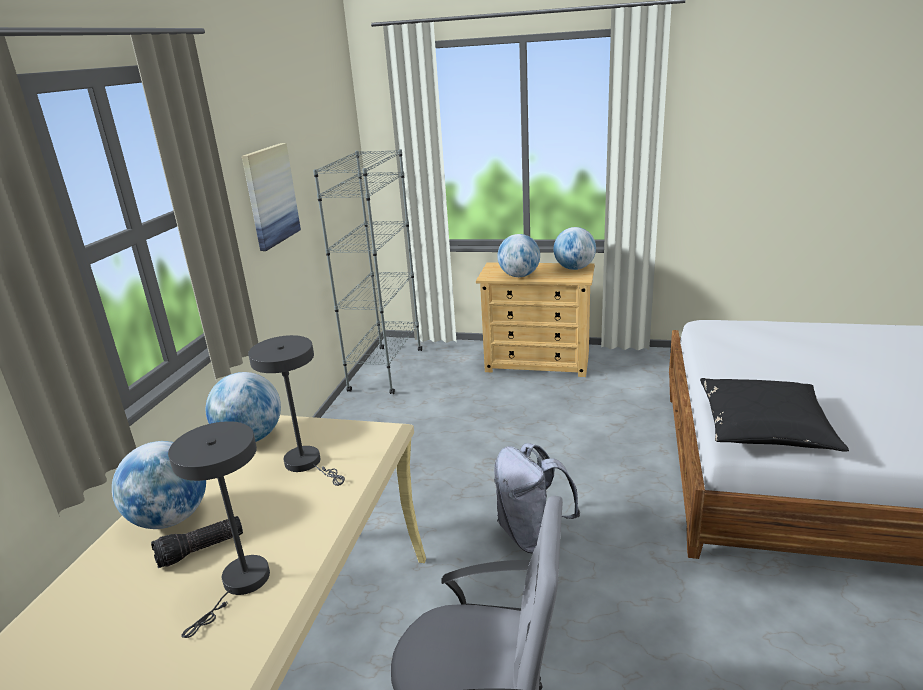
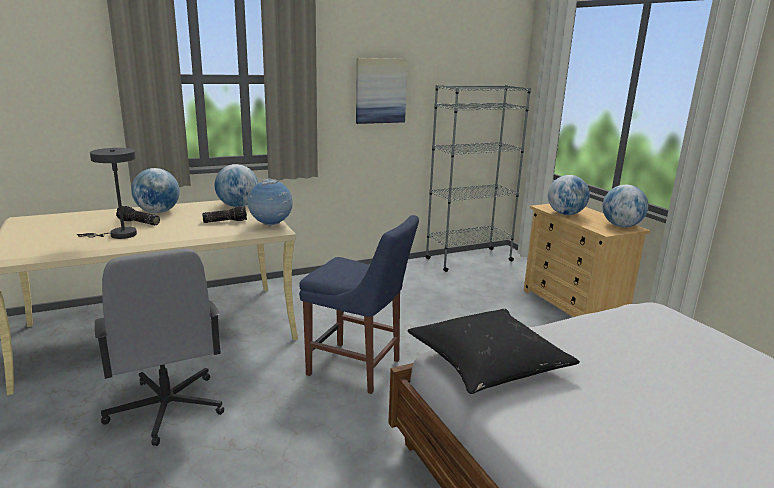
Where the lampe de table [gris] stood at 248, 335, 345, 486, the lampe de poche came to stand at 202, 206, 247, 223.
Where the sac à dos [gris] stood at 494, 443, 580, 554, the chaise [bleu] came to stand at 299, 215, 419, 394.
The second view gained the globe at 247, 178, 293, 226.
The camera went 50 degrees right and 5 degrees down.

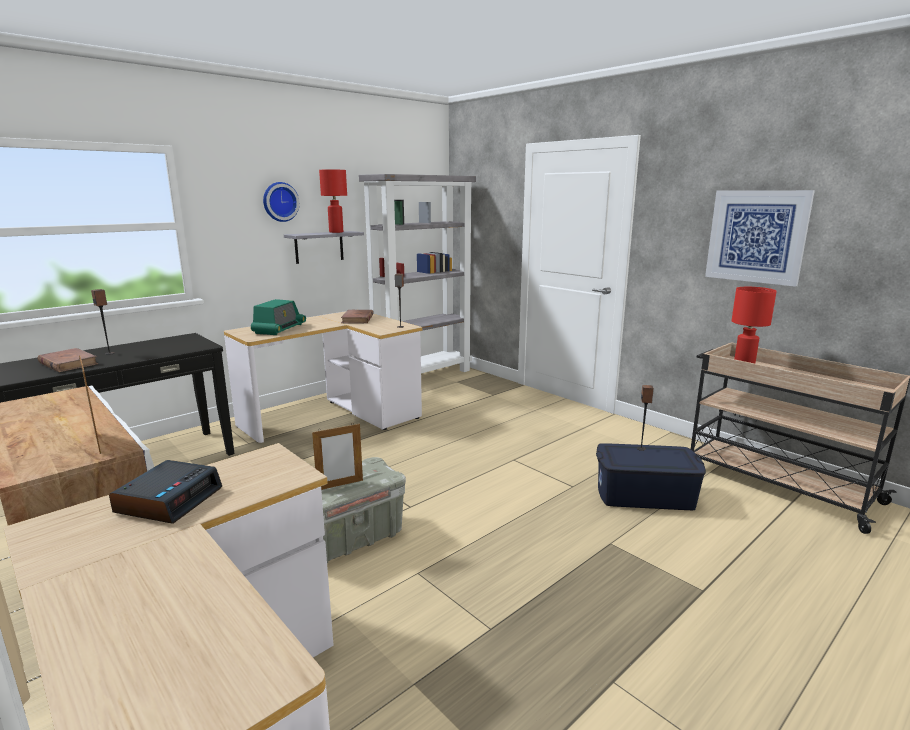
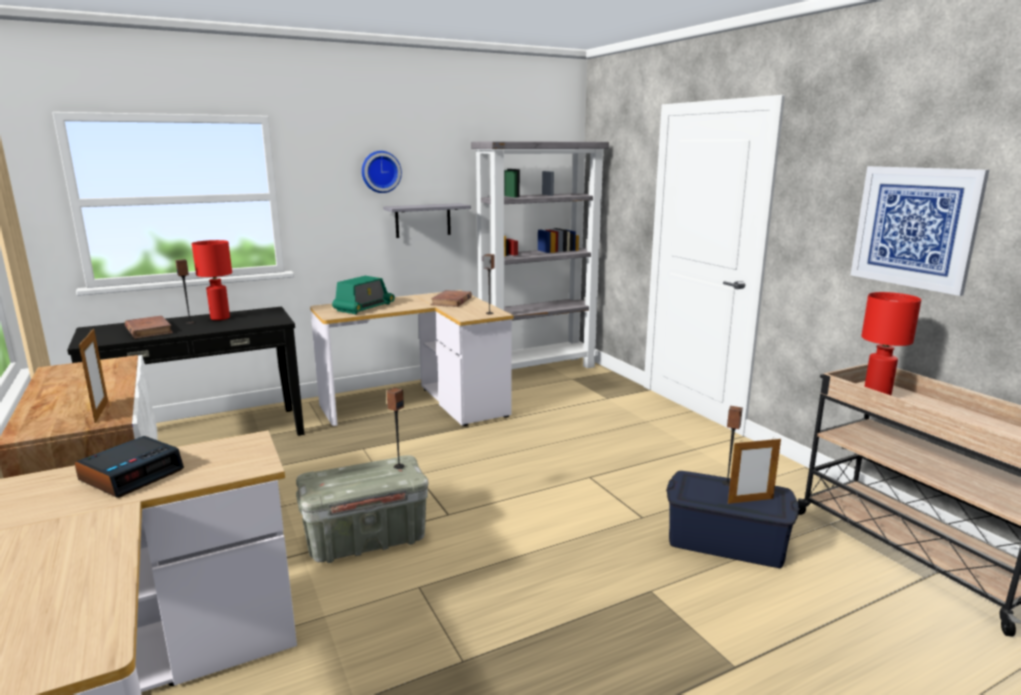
The cadre photo ended up elsewhere, having gone from 312, 424, 363, 490 to 728, 437, 781, 504.
The lampe de table [rouge] ended up elsewhere, having gone from 319, 169, 347, 233 to 192, 240, 232, 320.
The second view gained the enceinte at 387, 388, 404, 469.
The camera went 15 degrees right and 0 degrees up.

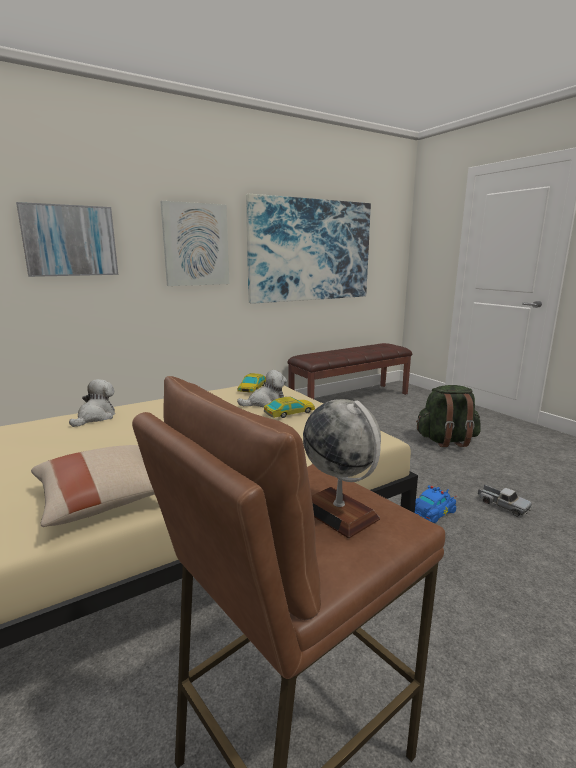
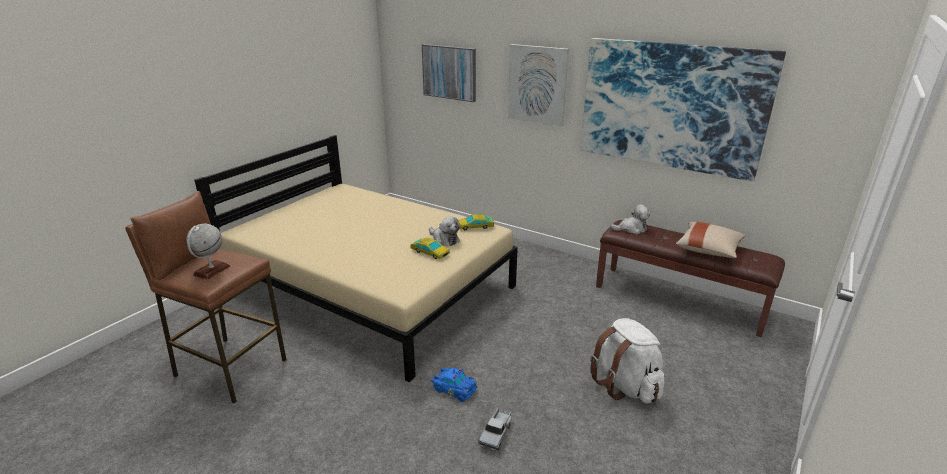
The coussin [beige] ended up elsewhere, having gone from 31, 445, 155, 527 to 676, 222, 745, 258.
The peluche ended up elsewhere, having gone from 69, 379, 115, 427 to 610, 204, 651, 234.
What was the sac à dos [vert] at 416, 385, 481, 447 turned into the sac à dos [blanc] at 590, 318, 665, 403.
The camera went 65 degrees right and 10 degrees up.

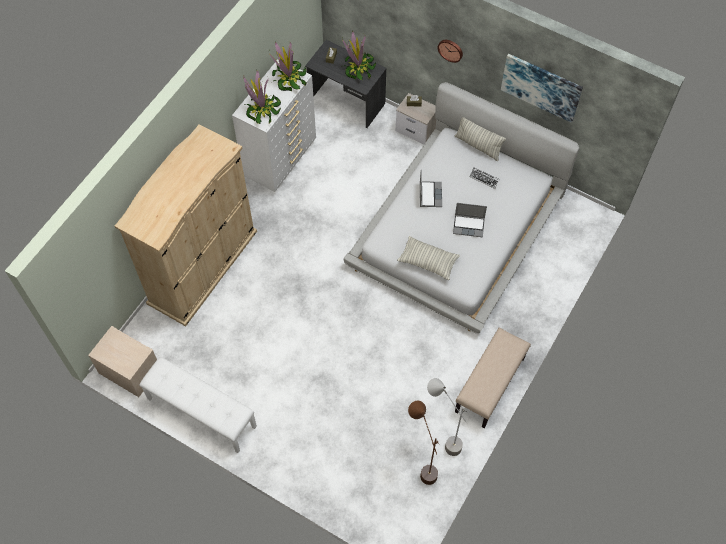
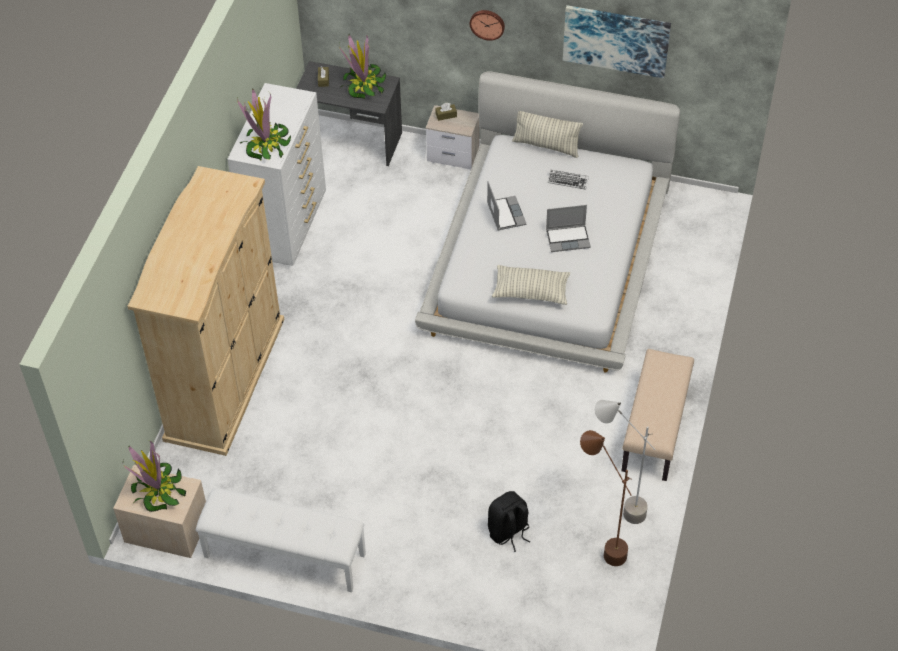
The plante en pot ended up elsewhere, having gone from 269, 42, 307, 91 to 122, 441, 186, 512.
The second view gained the sac à dos [noir] at 488, 491, 531, 552.
The camera went 15 degrees left and 10 degrees down.

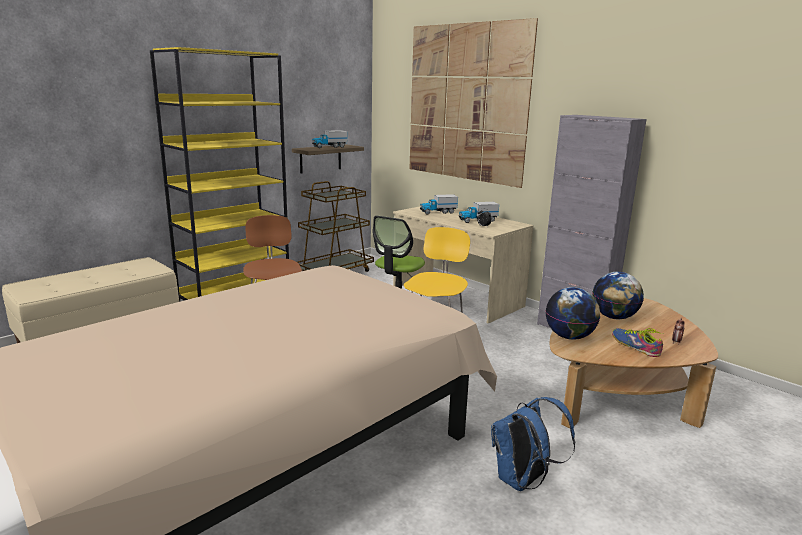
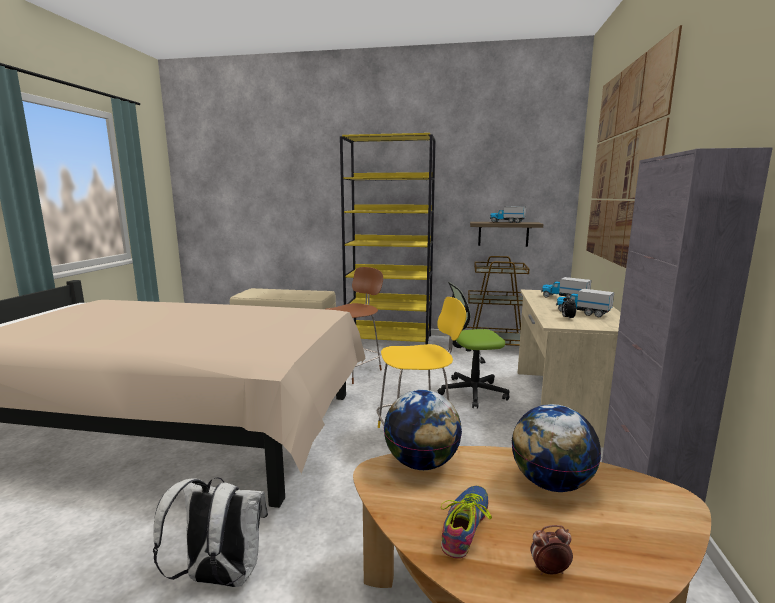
What was the sac à dos [bleu] at 491, 397, 575, 491 turned into the sac à dos [blanc] at 153, 477, 268, 587.
The camera went 55 degrees right and 5 degrees down.

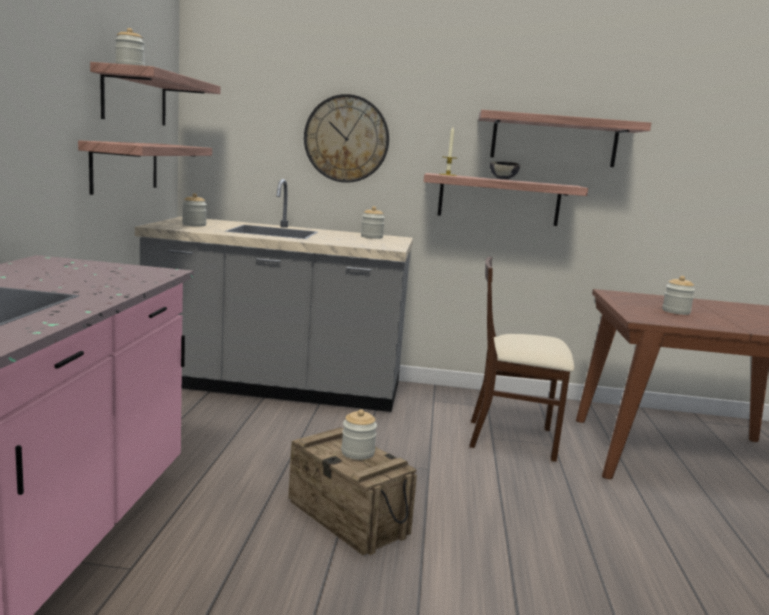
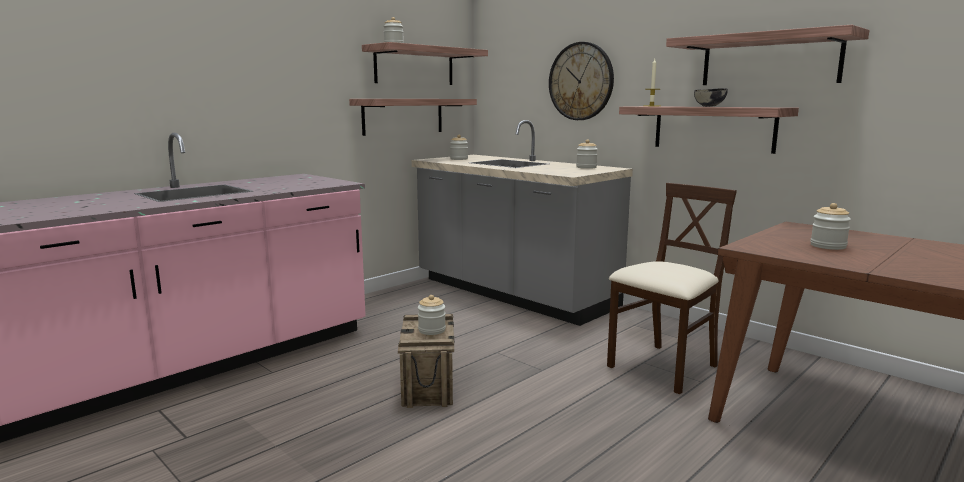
The chaise [beige] at 469, 257, 574, 462 ended up facing another way, 90 degrees clockwise from before.
The camera went 40 degrees right and 0 degrees up.

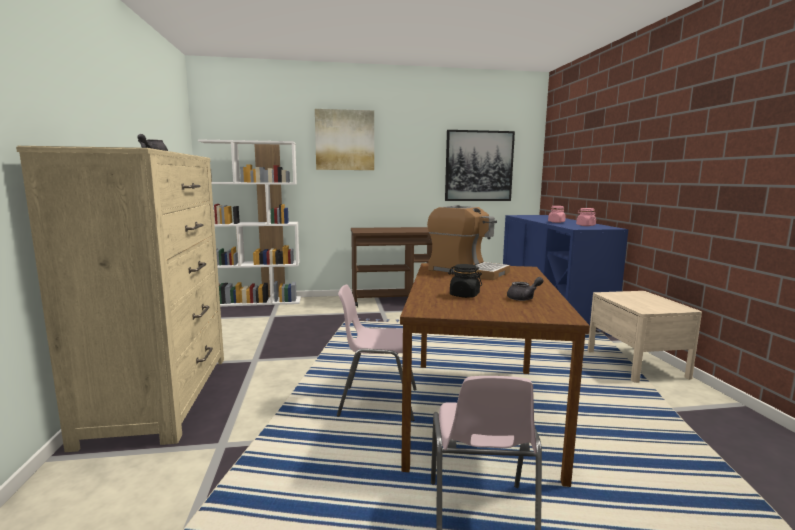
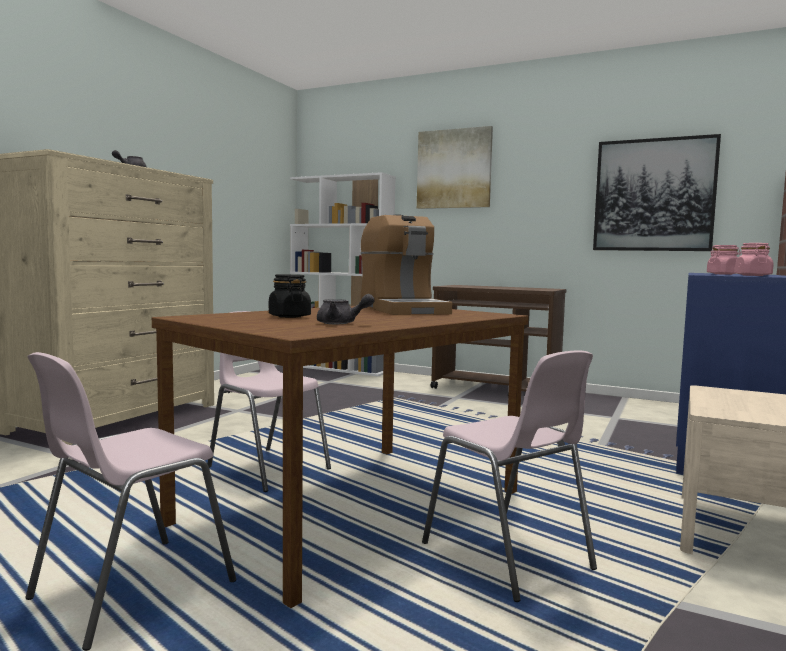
The second view gained the chaise [rose] at 422, 350, 597, 602.
The camera went 35 degrees right and 5 degrees down.

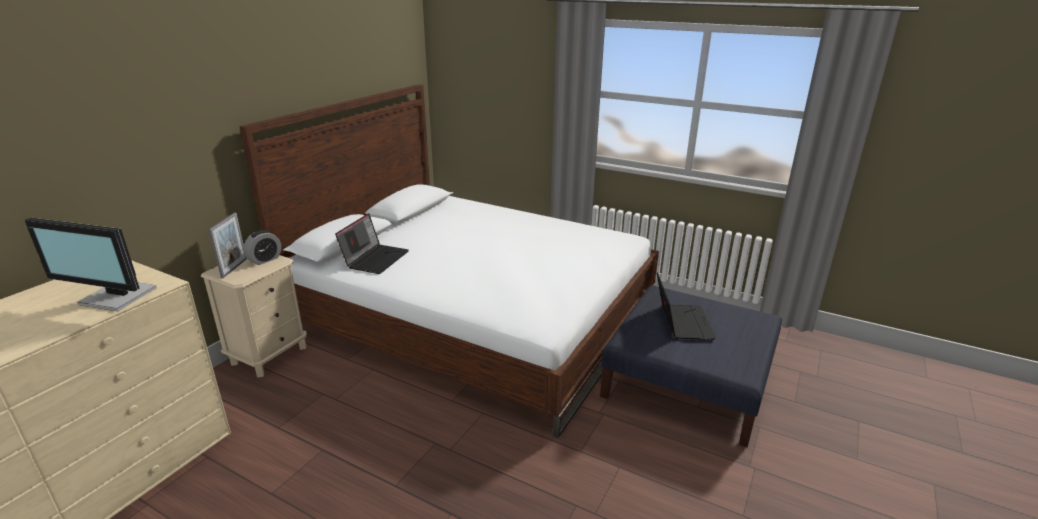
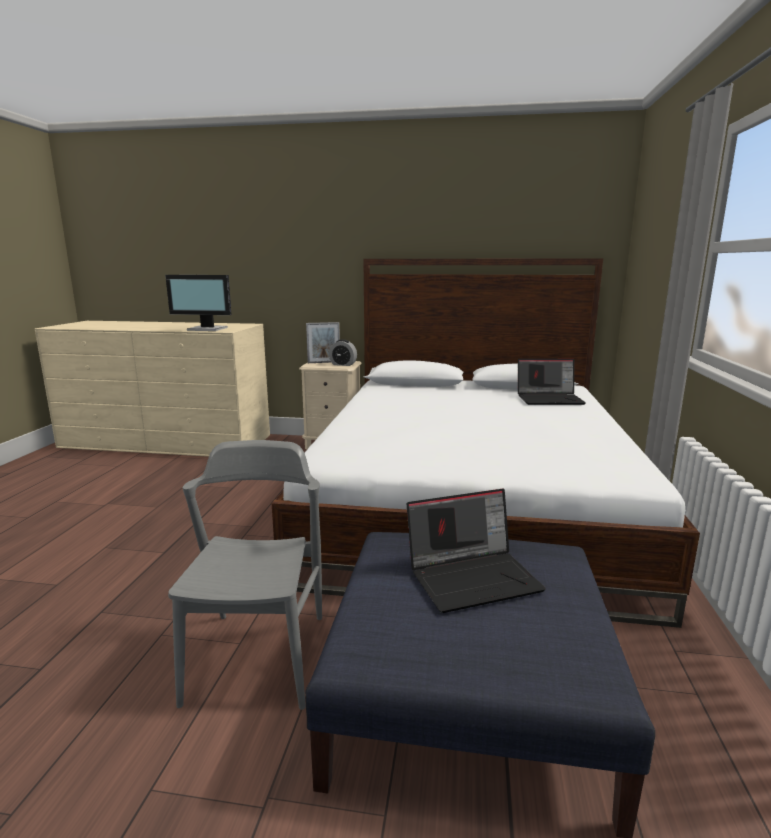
The écran d'ordinateur at 24, 218, 157, 311 ended up facing another way, 75 degrees counterclockwise from before.
The ordinateur portable ended up elsewhere, having gone from 335, 213, 409, 274 to 518, 359, 586, 405.
The second view gained the chaise [gris] at 168, 440, 322, 710.
The camera went 70 degrees right and 10 degrees down.

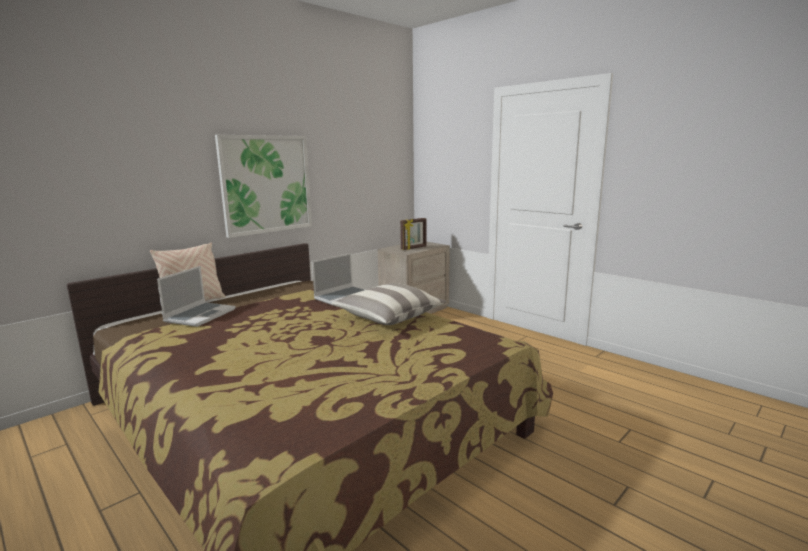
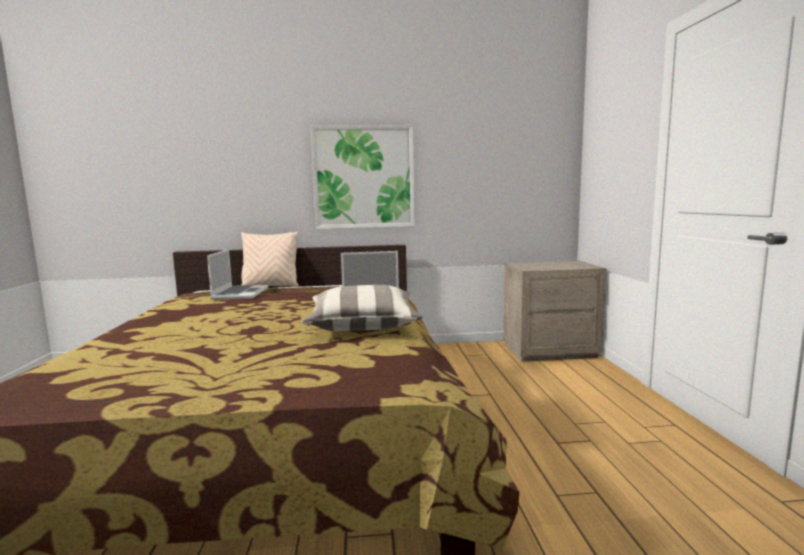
The ordinateur portable at 157, 266, 236, 327 ended up facing another way, 60 degrees counterclockwise from before.
The second view lost the cadre photo at 400, 218, 426, 250.
The camera went 40 degrees right and 5 degrees down.

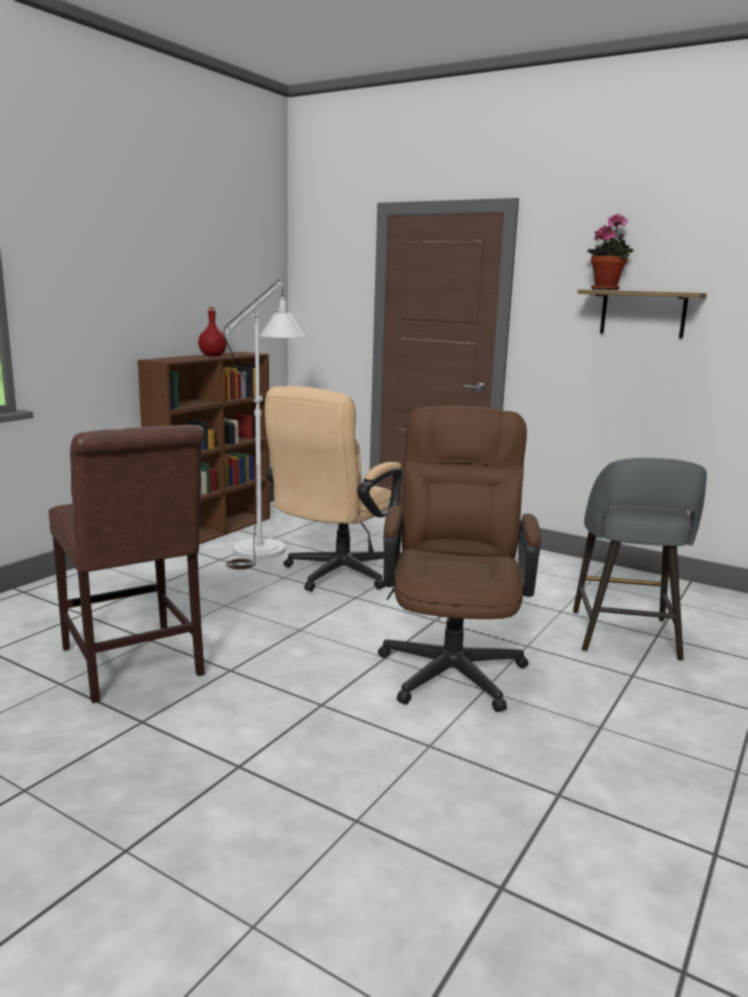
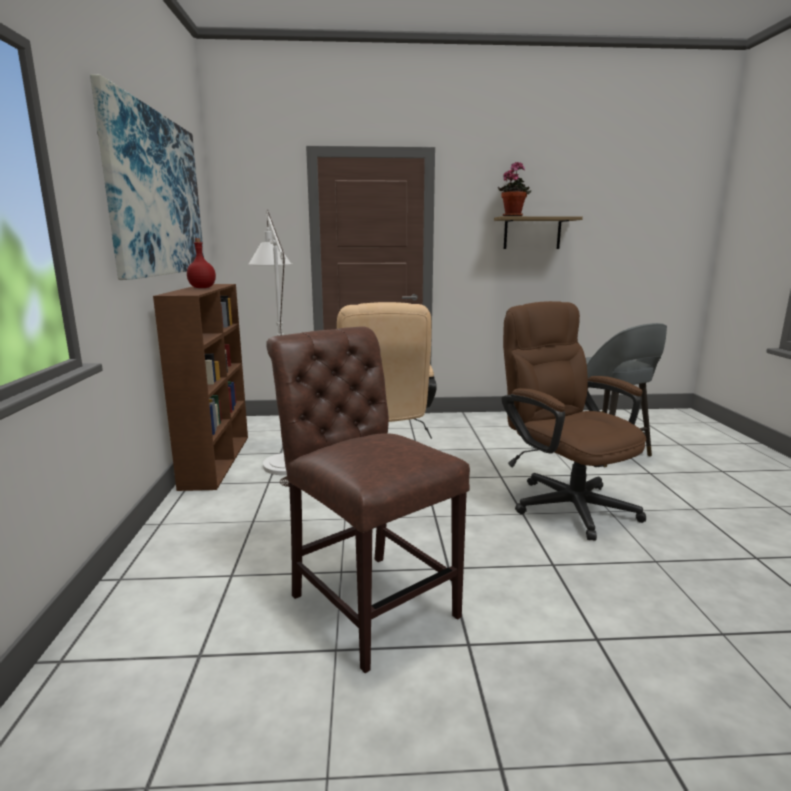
The chaise [marron] at 48, 425, 205, 703 ended up facing another way, 150 degrees counterclockwise from before.
The second view gained the tableau at 90, 74, 204, 280.
The camera went 35 degrees left and 0 degrees up.

